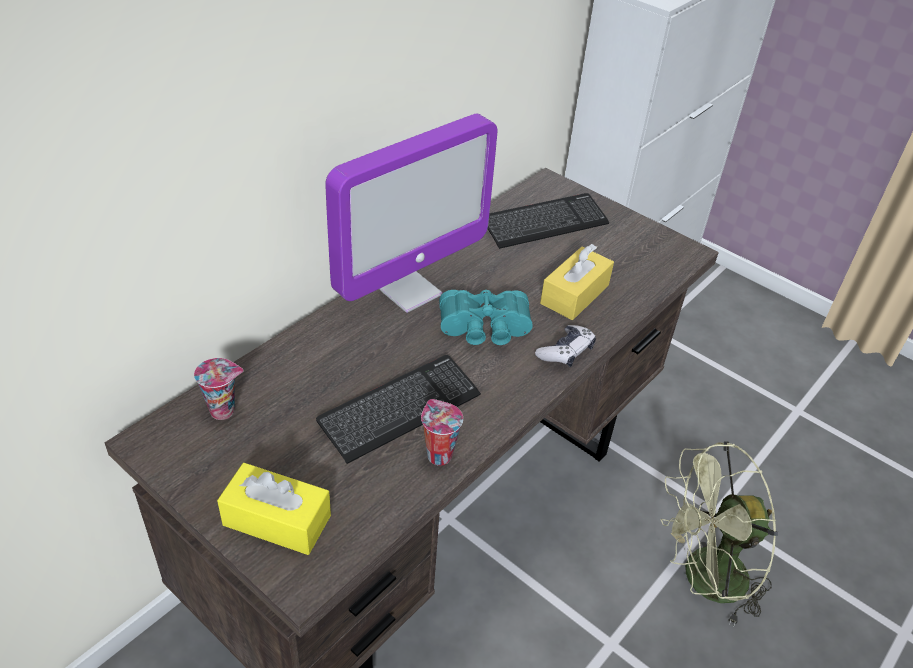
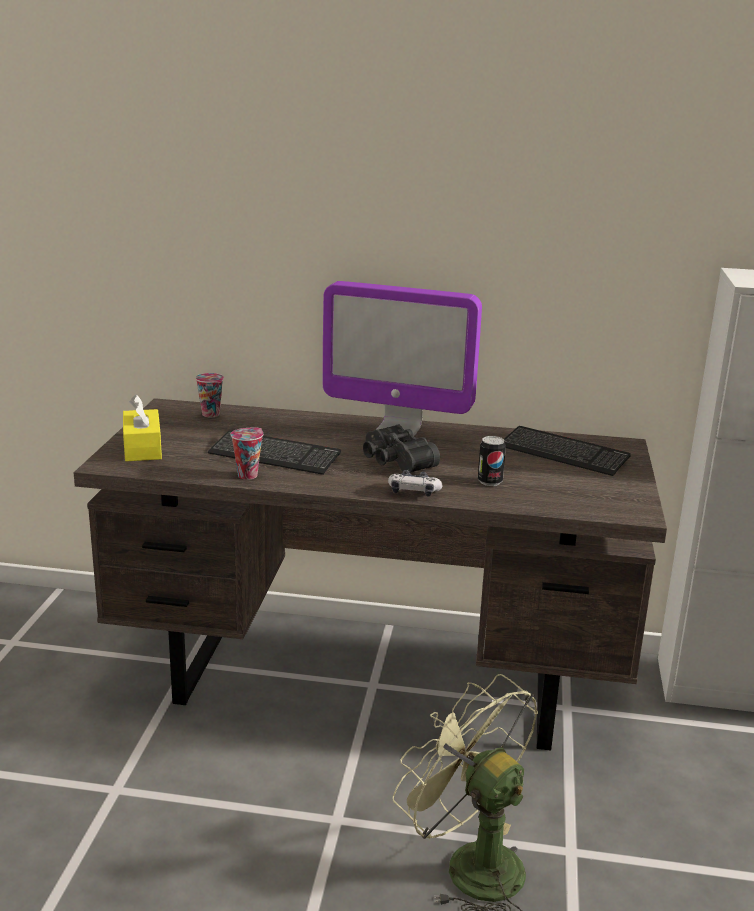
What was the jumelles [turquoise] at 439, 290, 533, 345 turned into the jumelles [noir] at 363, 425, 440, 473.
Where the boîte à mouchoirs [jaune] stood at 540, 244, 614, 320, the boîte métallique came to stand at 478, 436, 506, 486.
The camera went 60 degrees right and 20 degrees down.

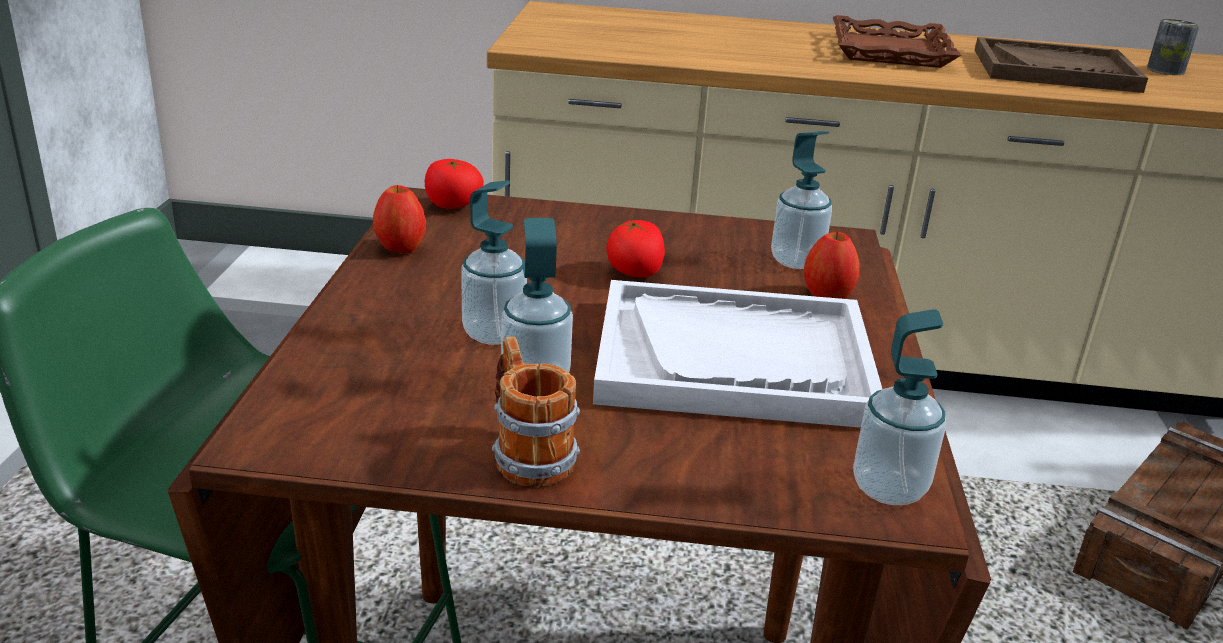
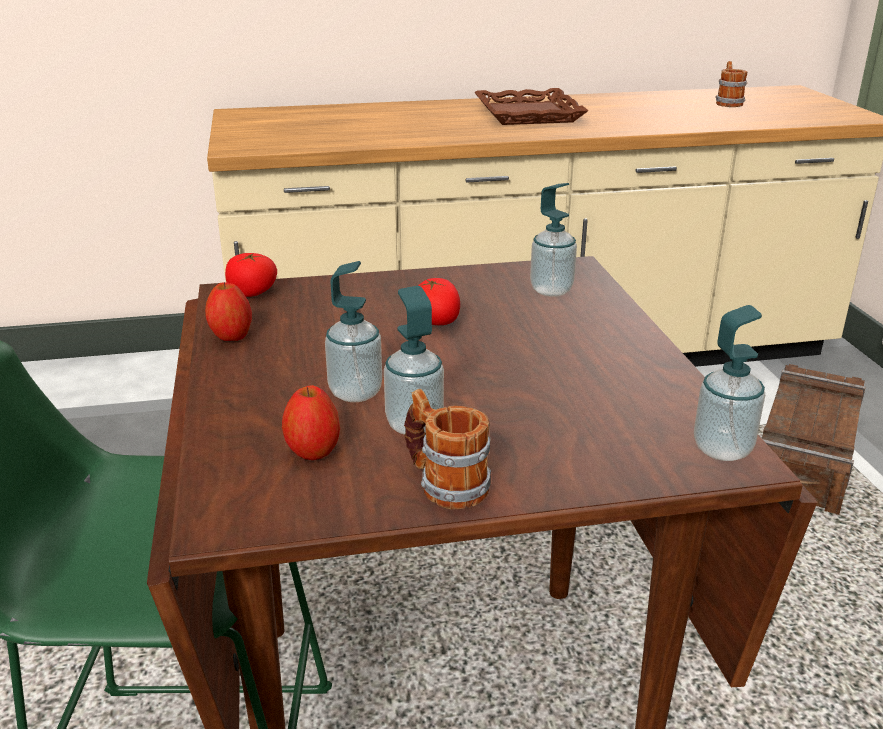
The second view lost the plateau [blanc] at 593, 280, 882, 428.
The pomme ended up elsewhere, having gone from 804, 231, 859, 299 to 282, 385, 340, 460.
The second view lost the plateau [marron] at 975, 37, 1148, 93.
Where the boîte métallique stood at 1147, 19, 1200, 75, the mug came to stand at 716, 61, 747, 107.
The camera went 15 degrees left and 0 degrees up.

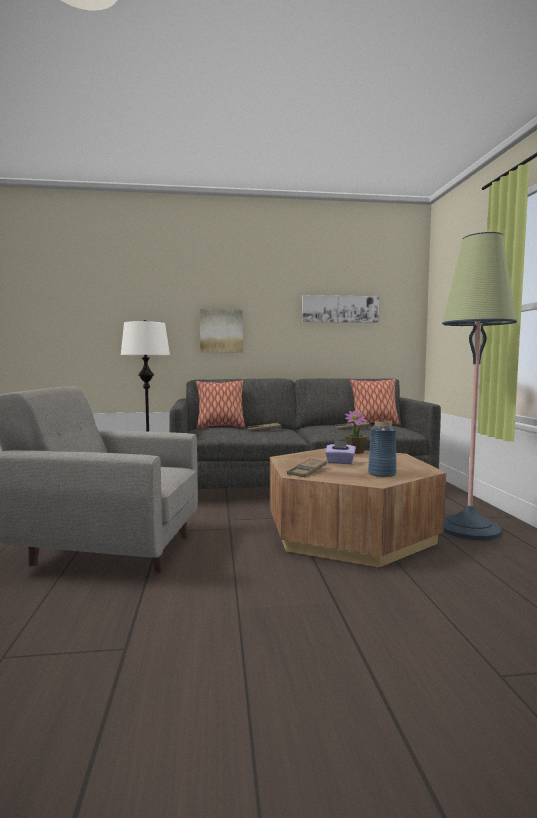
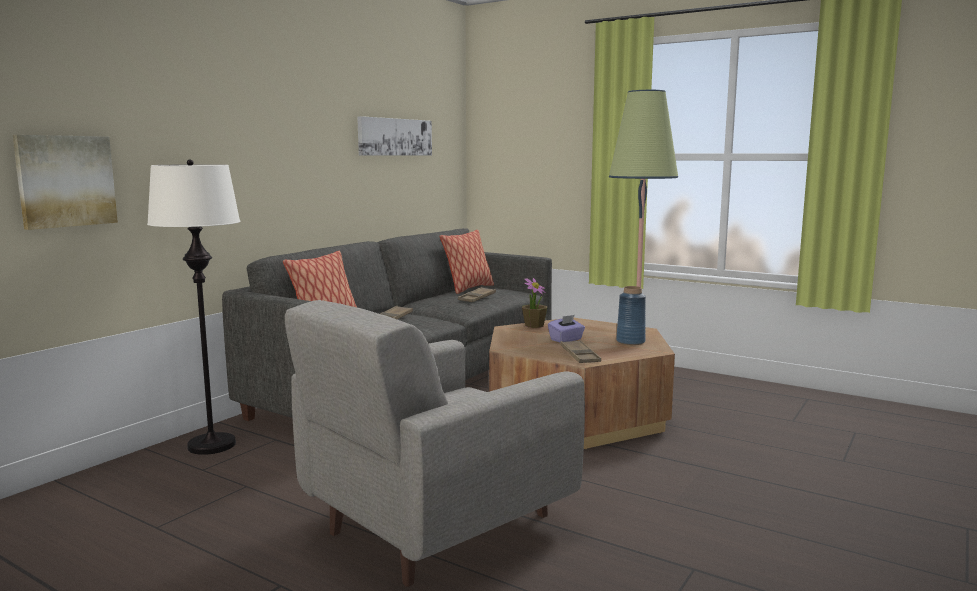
The tableau ended up elsewhere, having gone from 200, 309, 243, 352 to 12, 135, 118, 230.
The camera went 50 degrees left and 5 degrees up.

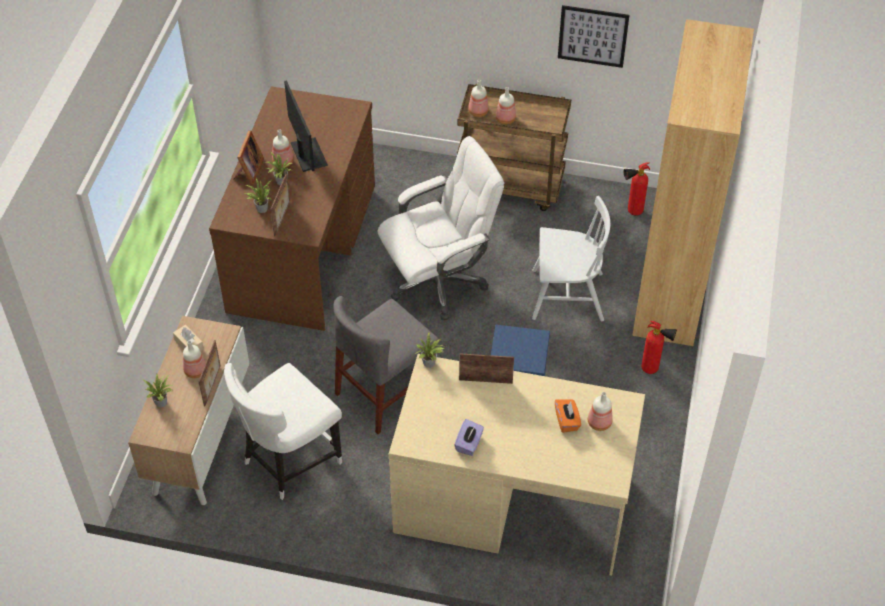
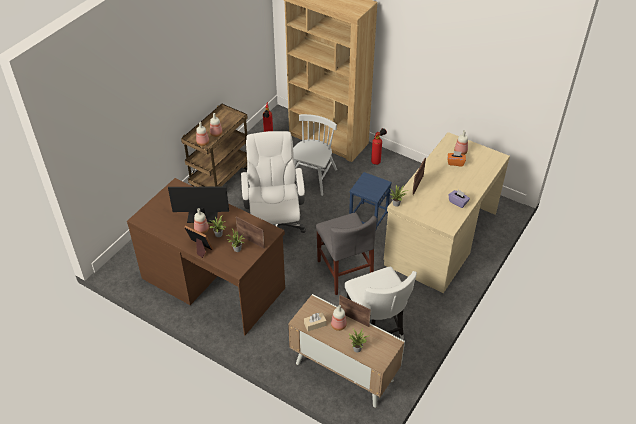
The second view lost the tableau at 558, 5, 629, 68.
The camera went 70 degrees left and 5 degrees down.

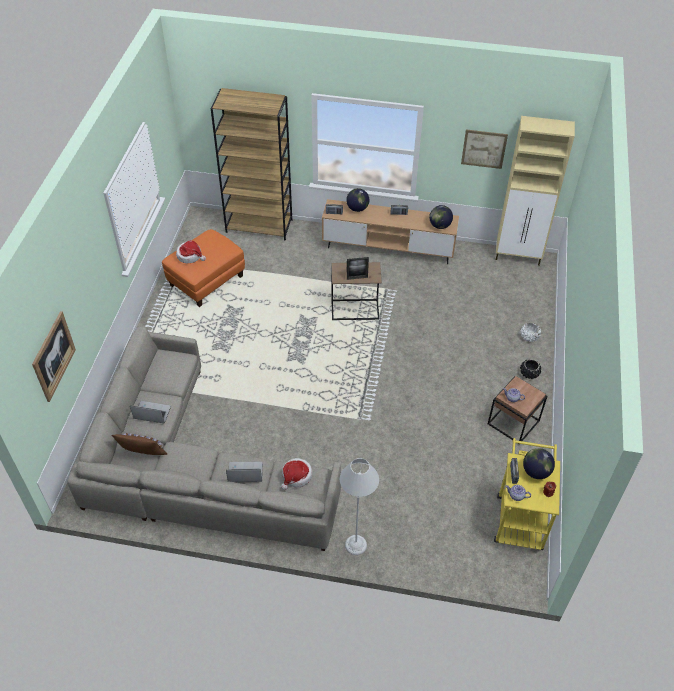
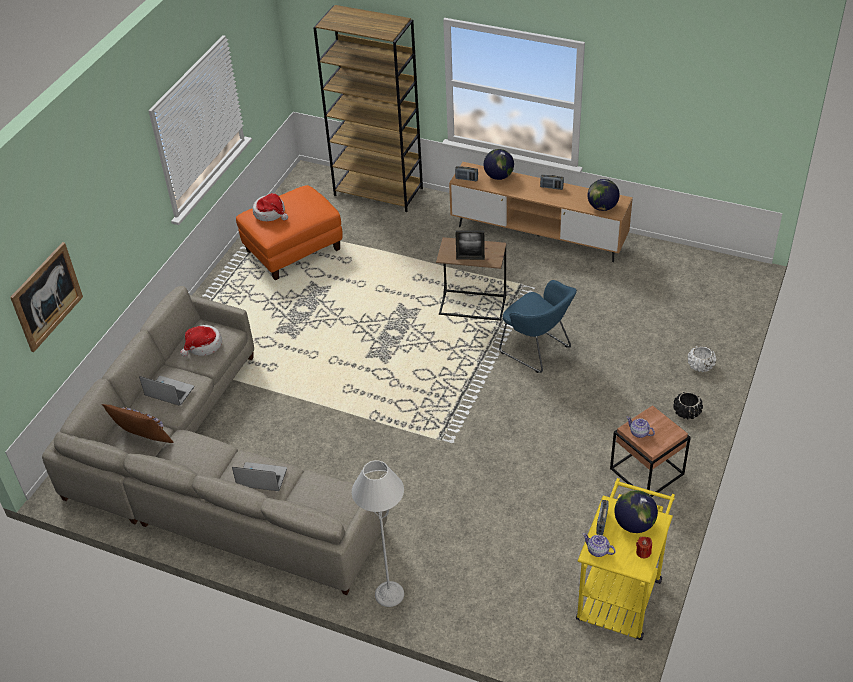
The chapeau ended up elsewhere, having gone from 281, 458, 313, 490 to 180, 325, 222, 357.
The second view lost the tableau at 461, 129, 508, 169.
The second view lost the meuble de rangement [beige] at 496, 116, 575, 266.
The second view gained the fauteuil [bleu] at 499, 280, 577, 373.
The camera went 15 degrees right and 5 degrees down.

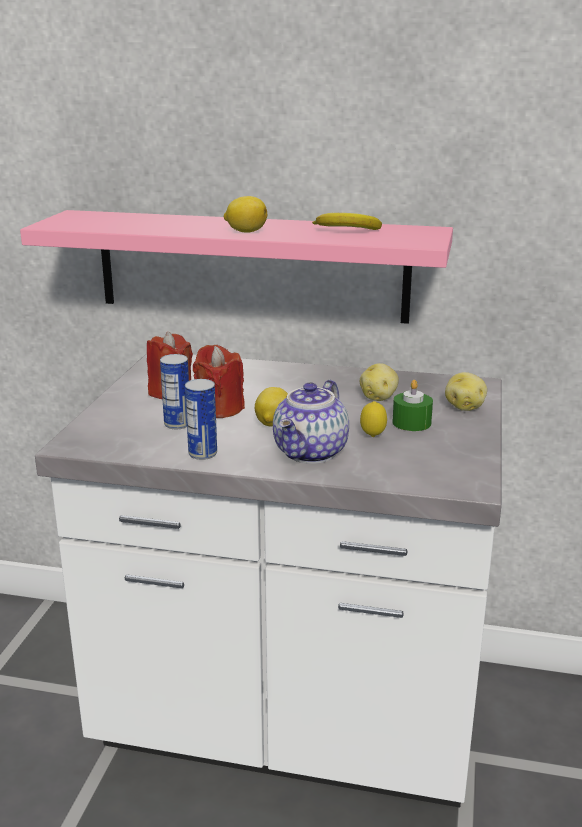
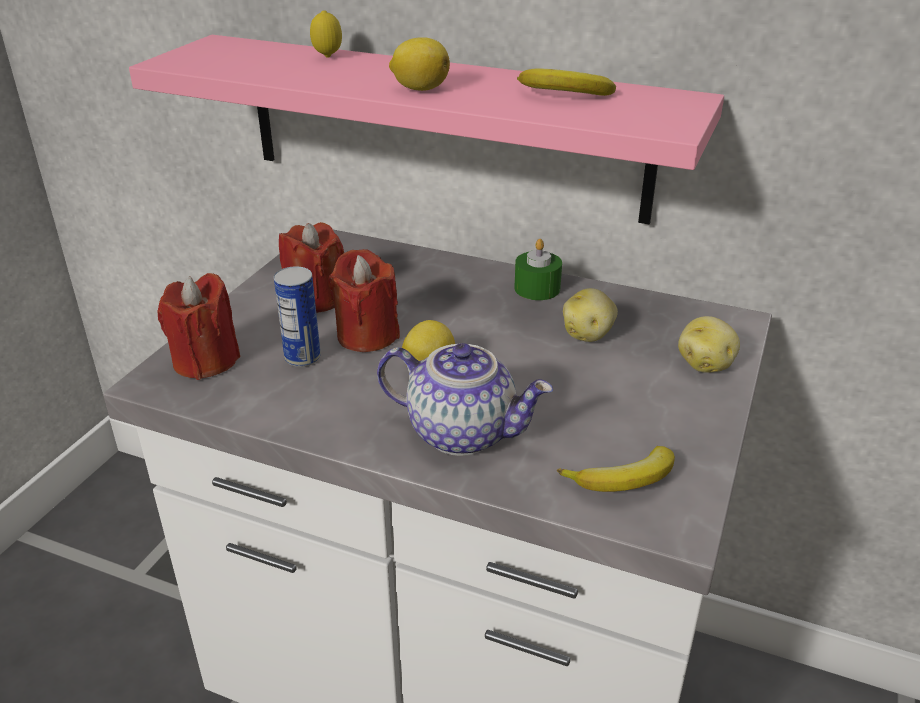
The second view lost the boîte métallique at 185, 379, 217, 460.
The théière at 273, 380, 349, 464 ended up facing another way, 105 degrees counterclockwise from before.
The citron ended up elsewhere, having gone from 360, 401, 387, 437 to 310, 10, 342, 58.
The bougie [vert] ended up elsewhere, having gone from 393, 380, 433, 431 to 514, 239, 562, 300.
The second view gained the bougie [rouge] at 158, 273, 241, 380.
The second view gained the banane at 557, 446, 675, 492.
The camera went 10 degrees right and 10 degrees up.

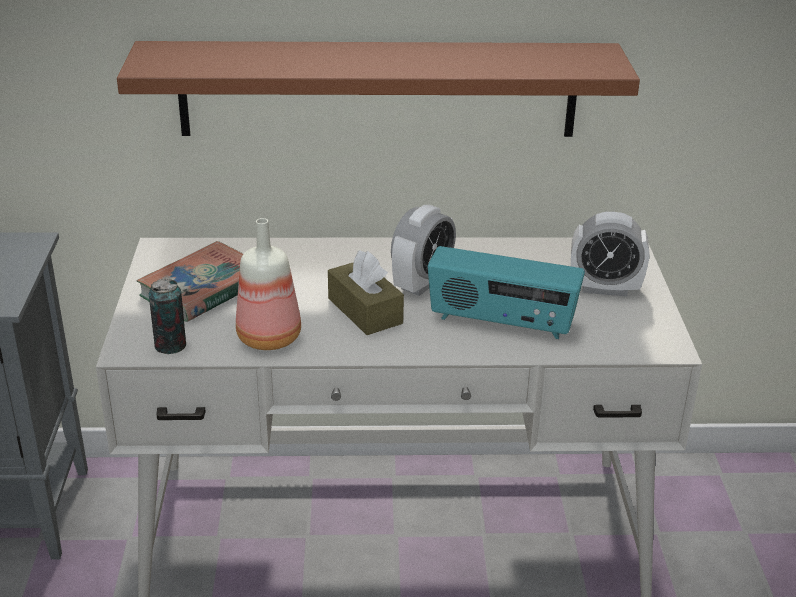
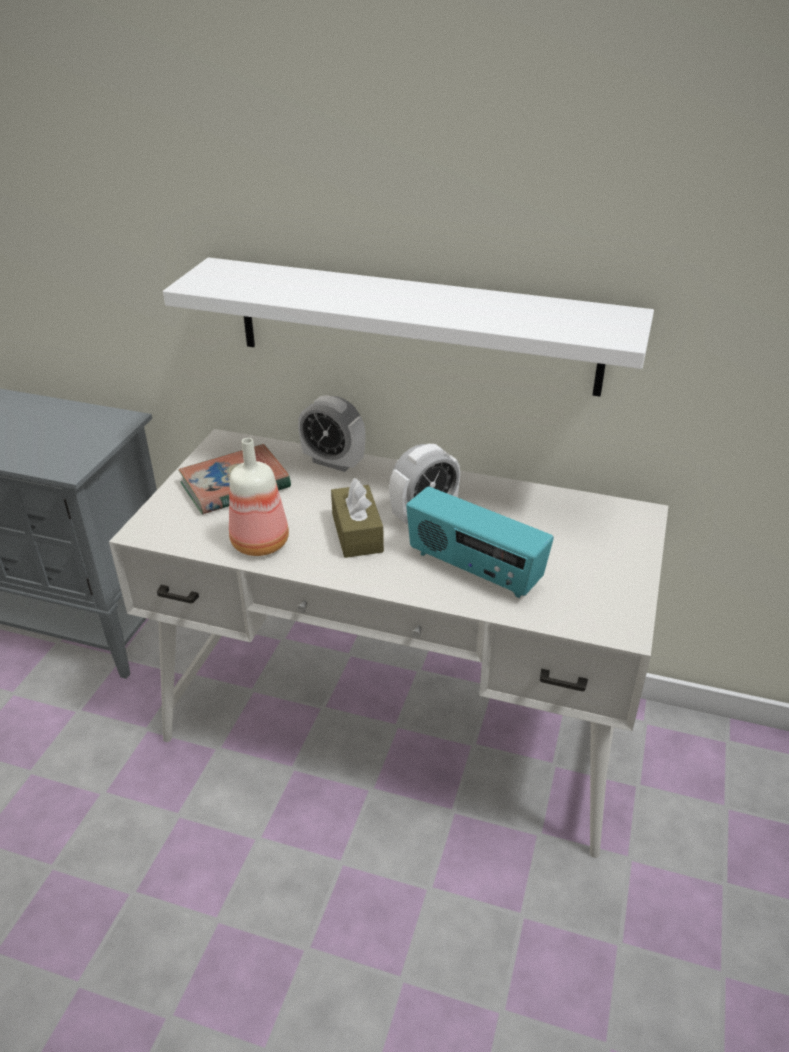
What was the étagère [marron] at 117, 41, 640, 137 turned into the étagère [blanc] at 163, 257, 654, 397.
The second view lost the boîte métallique at 148, 279, 186, 354.
The réveil ended up elsewhere, having gone from 571, 212, 649, 297 to 298, 395, 366, 472.
The camera went 20 degrees right and 5 degrees up.

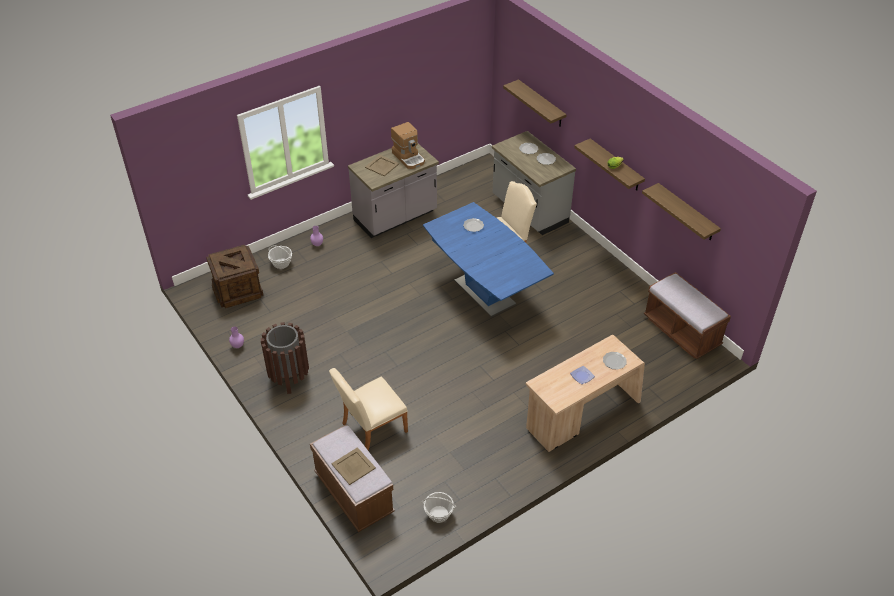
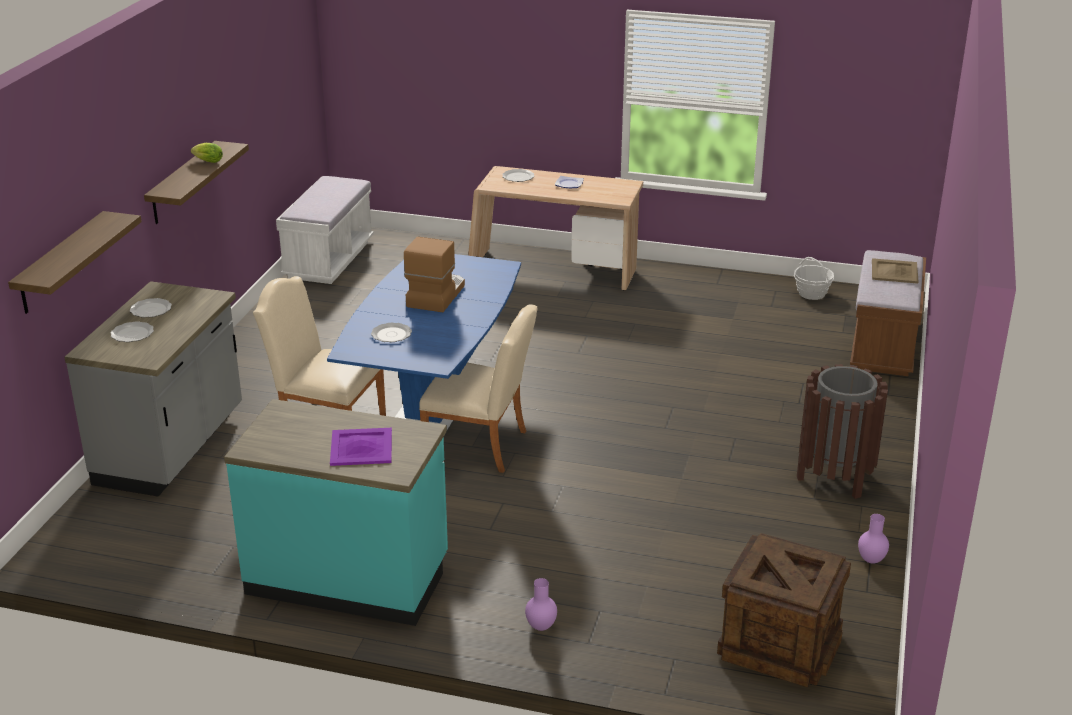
The second view lost the panier at 268, 245, 292, 269.
The chaise [beige] ended up elsewhere, having gone from 329, 368, 408, 451 to 419, 304, 537, 473.
What was the comptoir de cuisine [gris] at 348, 144, 439, 238 turned into the comptoir de cuisine [turquoise] at 224, 399, 448, 626.
What was the plateau [beige] at 365, 155, 399, 176 turned into the plateau [violet] at 330, 428, 392, 466.
The machine à café ended up elsewhere, having gone from 391, 122, 425, 169 to 404, 237, 465, 312.
The second view lost the étagère at 642, 183, 721, 240.
What was the banc [marron] at 644, 272, 731, 359 turned into the banc [blanc] at 276, 176, 374, 284.
The camera went 130 degrees left and 15 degrees down.

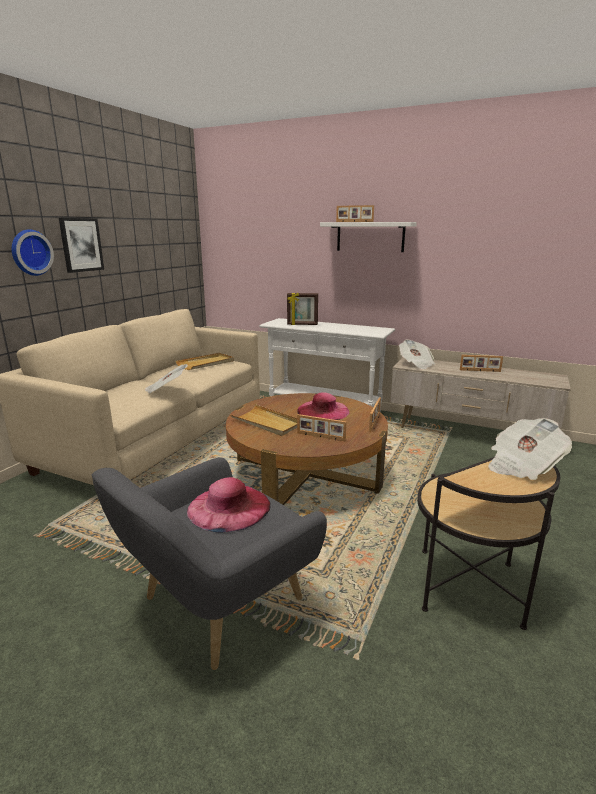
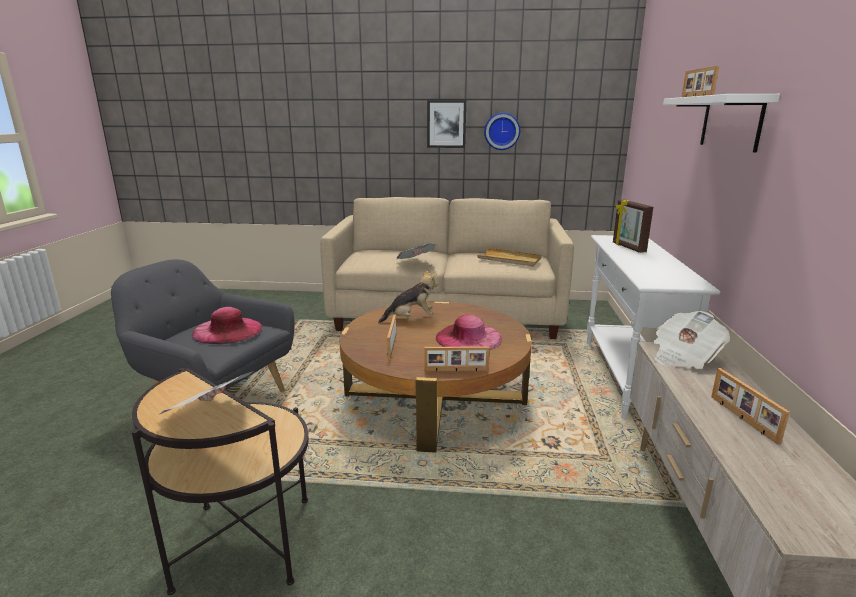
The horloge murale ended up elsewhere, having gone from 12, 229, 54, 276 to 484, 113, 520, 150.
Where the plateau [beige] stood at 230, 404, 297, 436, the peluche came to stand at 378, 270, 438, 323.
The camera went 70 degrees right and 0 degrees up.

